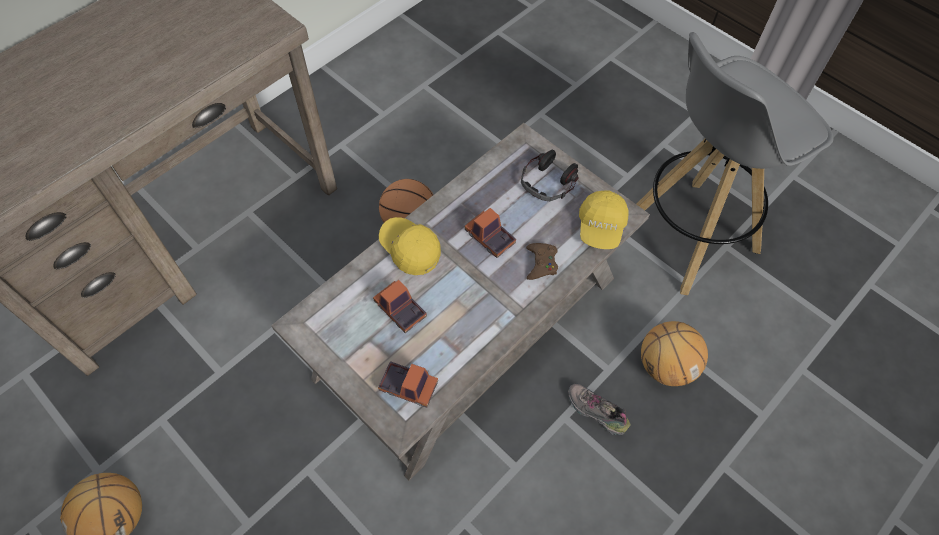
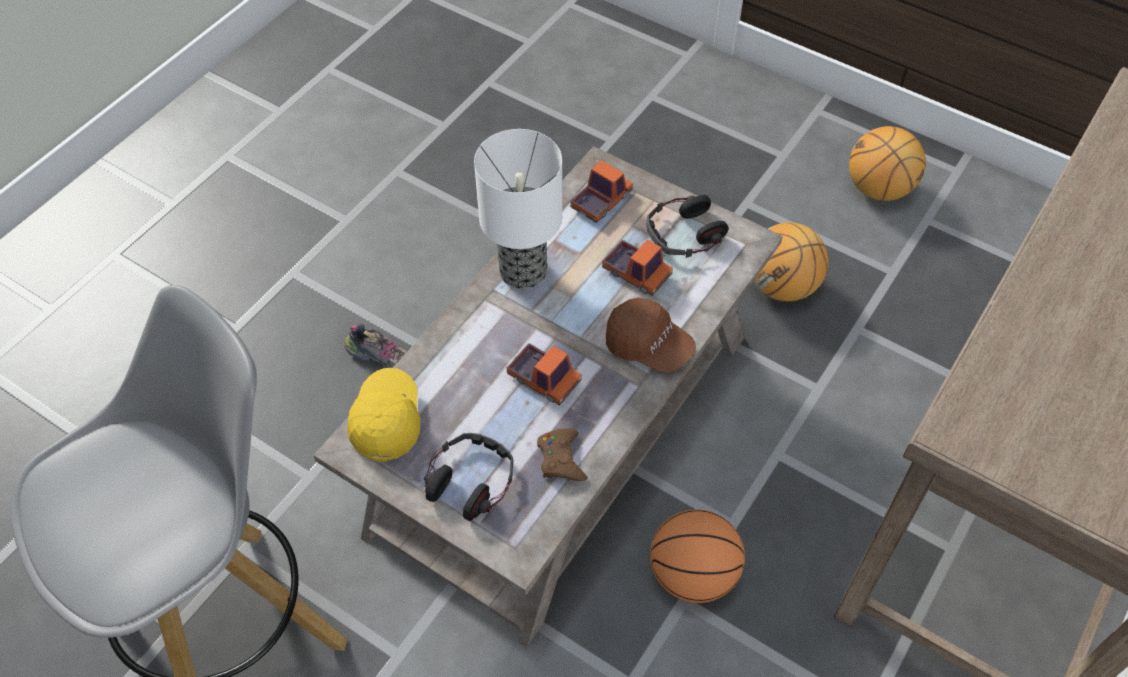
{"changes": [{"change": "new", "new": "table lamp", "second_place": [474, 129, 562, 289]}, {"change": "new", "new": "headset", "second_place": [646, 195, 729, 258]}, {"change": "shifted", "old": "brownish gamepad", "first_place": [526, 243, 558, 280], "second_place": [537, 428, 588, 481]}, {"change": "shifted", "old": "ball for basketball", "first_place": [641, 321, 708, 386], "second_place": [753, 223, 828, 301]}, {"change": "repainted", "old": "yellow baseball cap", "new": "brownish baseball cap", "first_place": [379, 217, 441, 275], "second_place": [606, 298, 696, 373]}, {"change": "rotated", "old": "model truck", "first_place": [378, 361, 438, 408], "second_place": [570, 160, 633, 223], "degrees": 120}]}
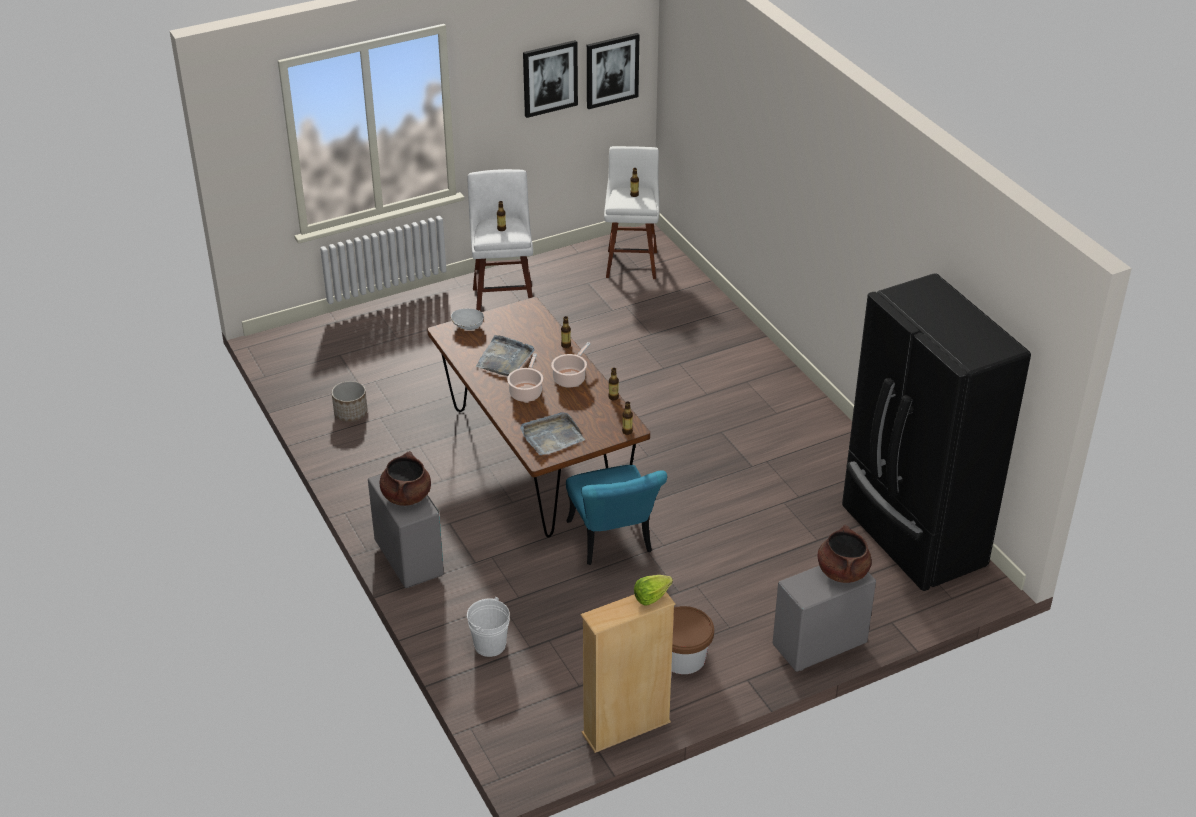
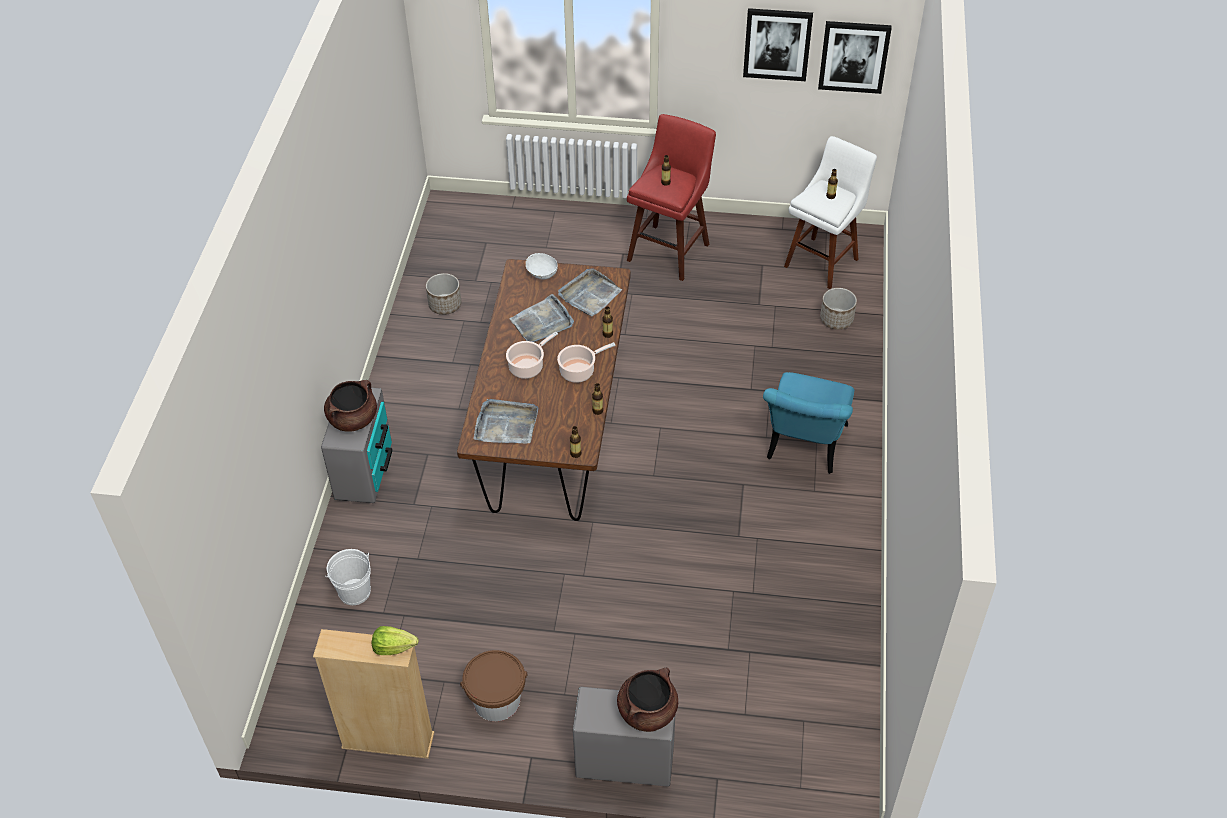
{"changes": [{"change": "gone", "old": "black kitchen fridge", "first_place": [842, 273, 1031, 591]}, {"change": "new", "new": "grey serving tray", "second_place": [558, 268, 622, 316]}, {"change": "new", "new": "flower pot", "second_place": [820, 288, 857, 330]}, {"change": "shifted", "old": "blue-green plain chair", "first_place": [566, 465, 667, 565], "second_place": [763, 372, 854, 474]}, {"change": "repainted", "old": "whitish stool seat", "new": "red-coloured stool seat", "first_place": [467, 169, 533, 311], "second_place": [627, 114, 716, 281]}]}
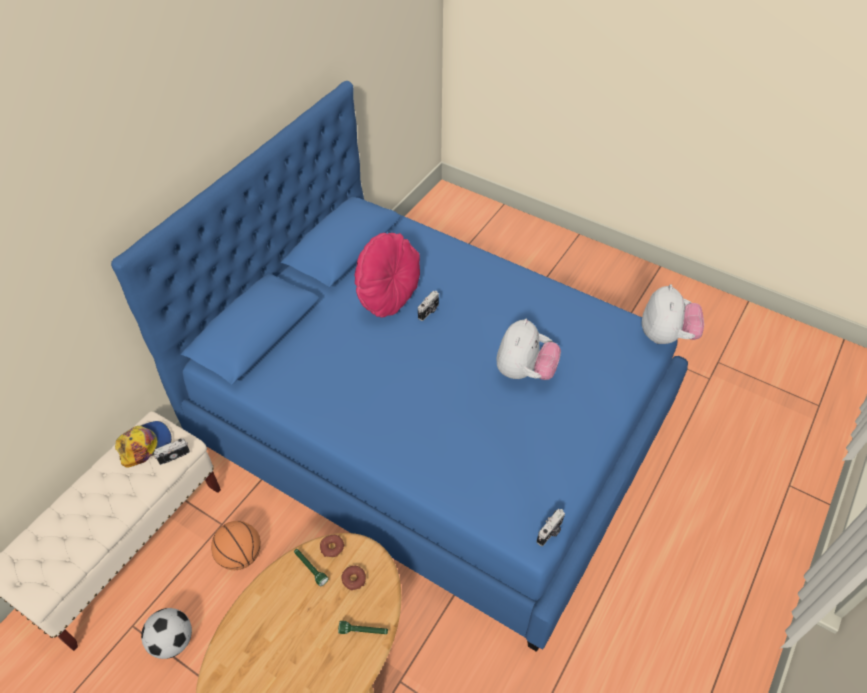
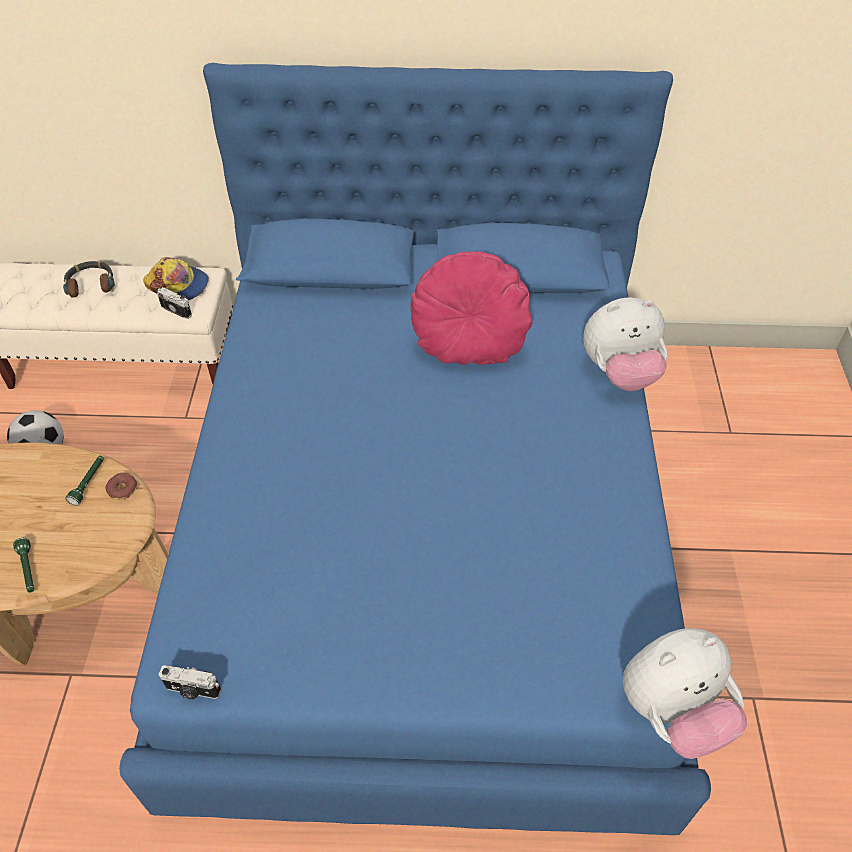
{"changes": [{"change": "gone", "old": "ball for basketball", "first_place": [211, 521, 261, 570]}, {"change": "gone", "old": "doughnut", "first_place": [341, 566, 366, 590]}, {"change": "gone", "old": "photo camera", "first_place": [418, 291, 439, 321]}, {"change": "new", "new": "headset", "second_place": [63, 261, 115, 298]}, {"change": "shifted", "old": "soft toy", "first_place": [496, 319, 561, 380], "second_place": [583, 298, 668, 391]}]}
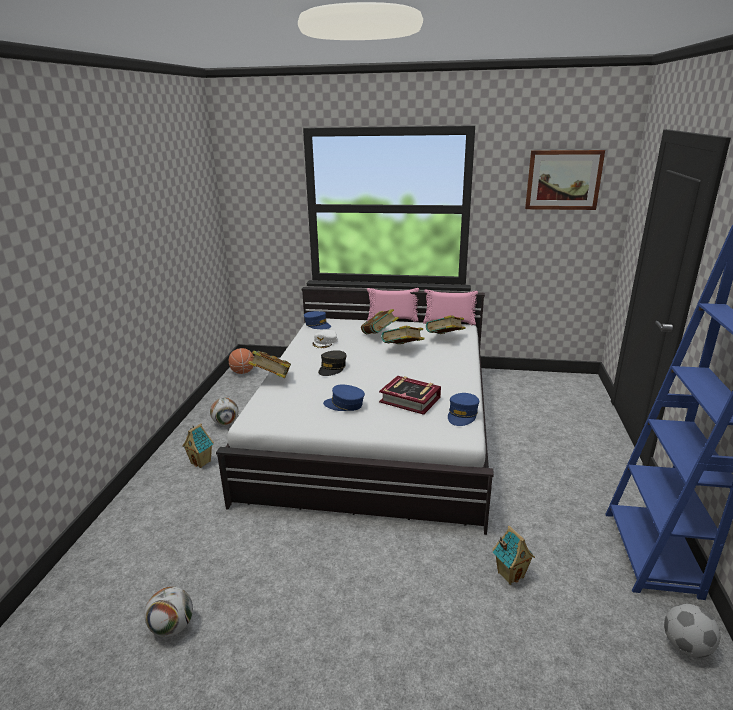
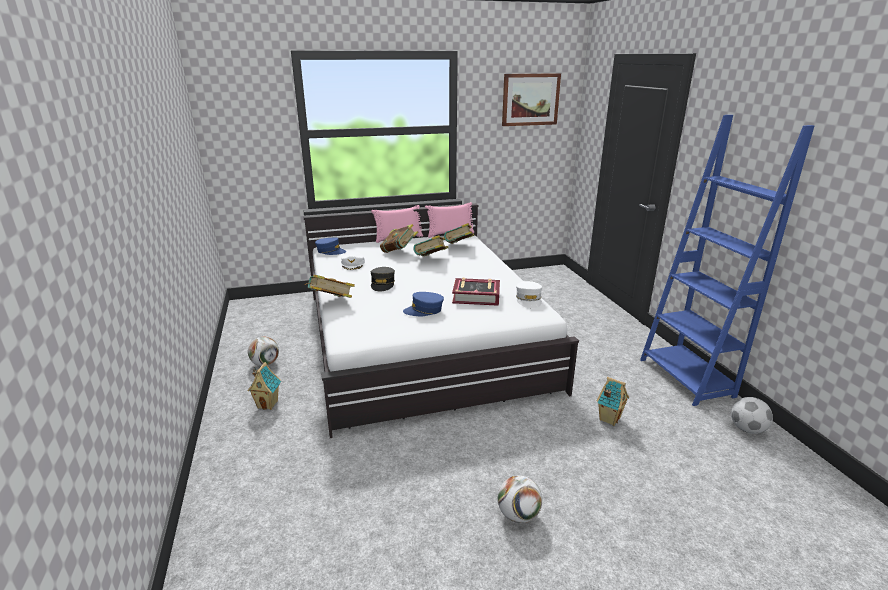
{"changes": [{"change": "gone", "old": "ball for basketball", "first_place": [229, 348, 254, 374]}, {"change": "shifted", "old": "football", "first_place": [144, 587, 193, 637], "second_place": [498, 475, 542, 523]}, {"change": "repainted", "old": "bluish baseball cap", "new": "whitish baseball cap", "first_place": [448, 393, 479, 426], "second_place": [516, 281, 542, 308]}]}
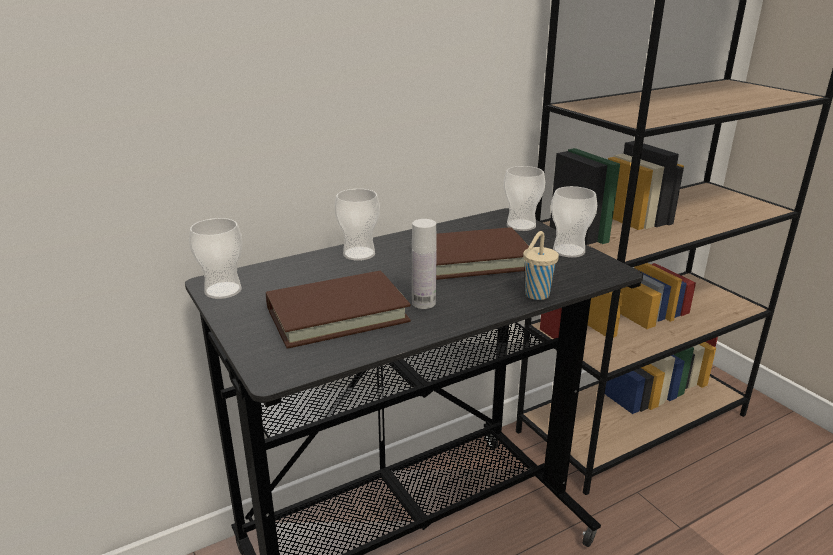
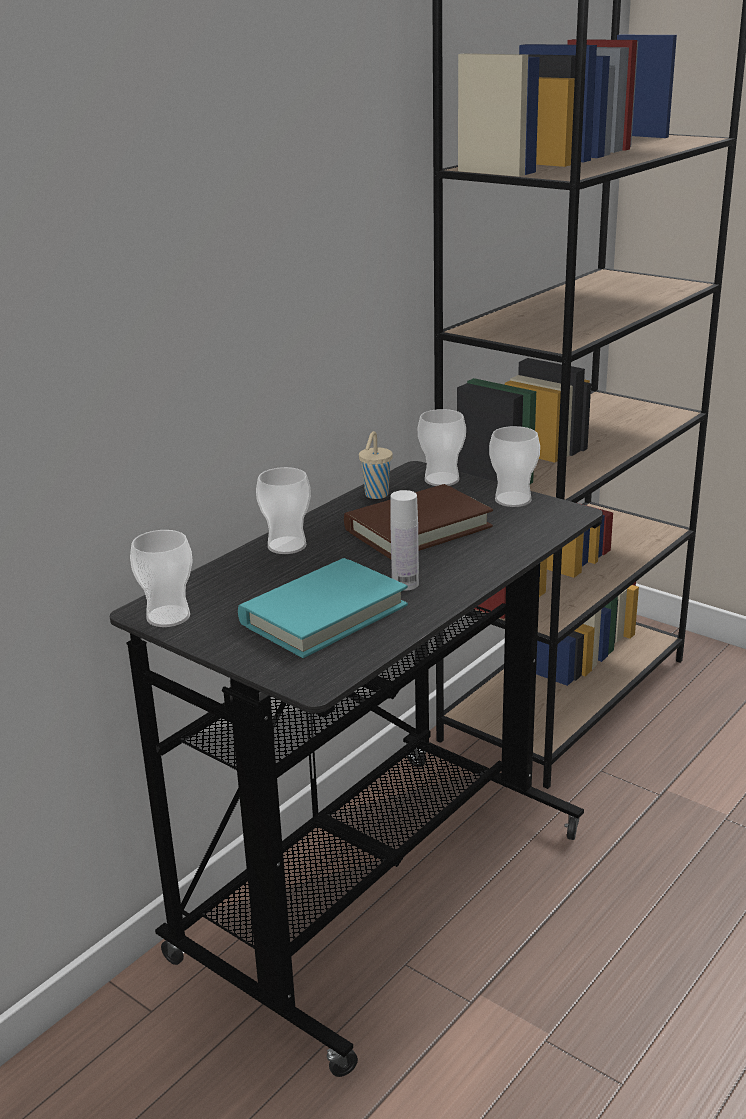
{"changes": [{"change": "shifted", "old": "beige drinking cup", "first_place": [523, 231, 559, 300], "second_place": [359, 431, 393, 499]}, {"change": "repainted", "old": "brownish book", "new": "blue-green book", "first_place": [266, 271, 411, 349], "second_place": [238, 558, 408, 658]}]}
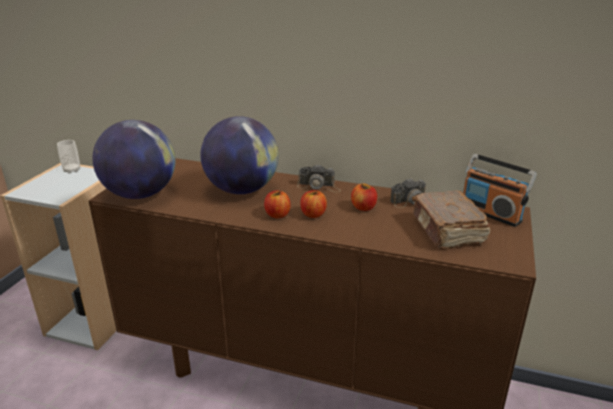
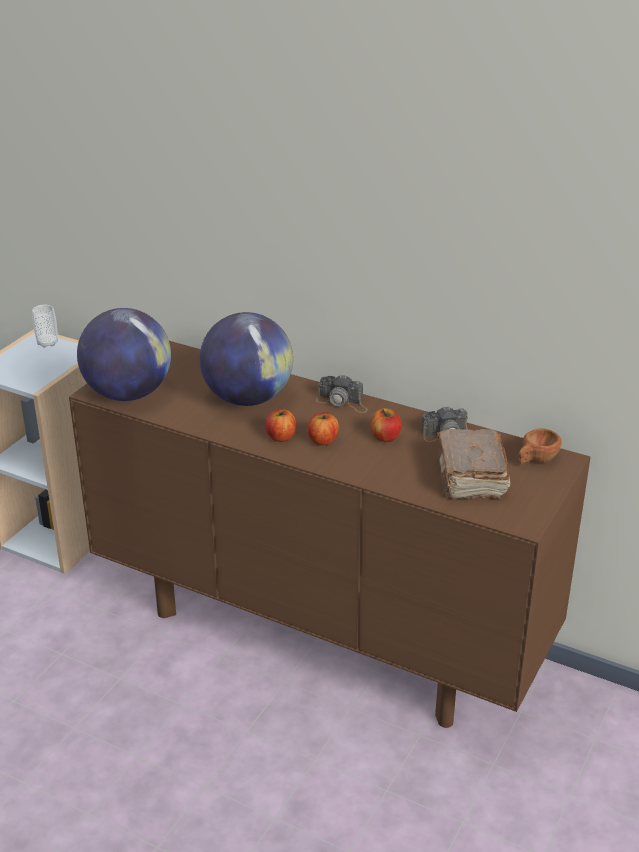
{"changes": [{"change": "swapped", "old": "radio receiver", "new": "brownish drinking cup", "first_place": [463, 154, 537, 227], "second_place": [519, 428, 562, 464]}]}
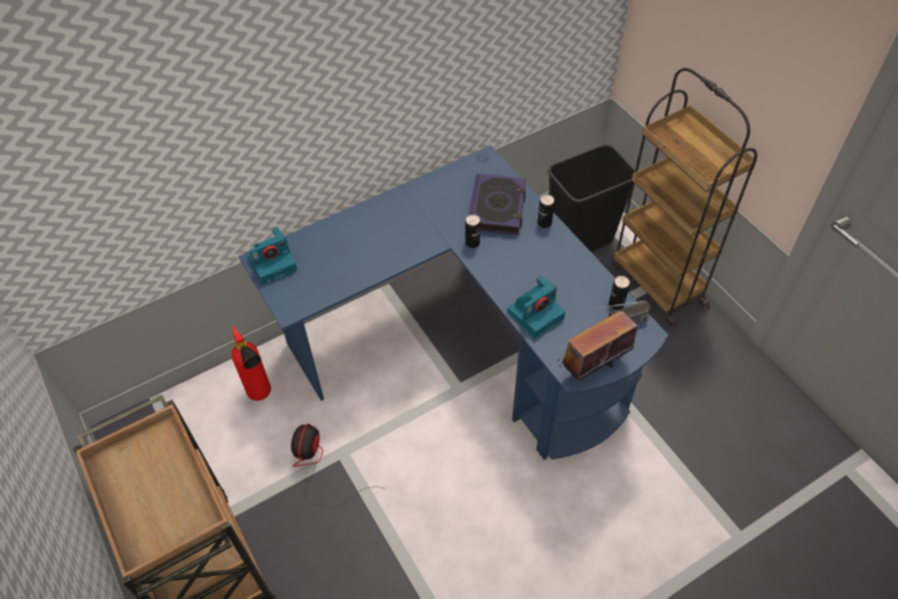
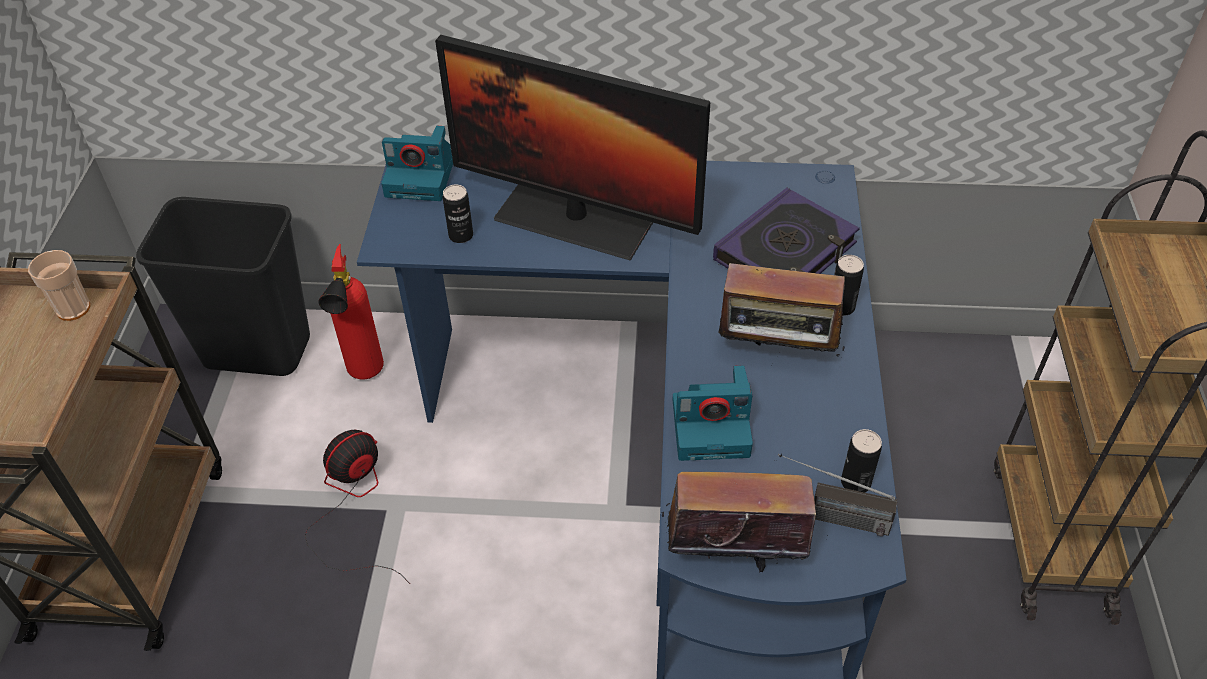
{"changes": [{"change": "new", "new": "drinking cup", "second_place": [28, 250, 90, 321]}, {"change": "new", "new": "computer screen", "second_place": [435, 35, 710, 260]}, {"change": "new", "new": "radio receiver", "second_place": [718, 252, 845, 366]}, {"change": "shifted", "old": "metal can", "first_place": [465, 215, 480, 248], "second_place": [443, 184, 473, 243]}, {"change": "shifted", "old": "black waste bin", "first_place": [548, 144, 635, 252], "second_place": [136, 197, 310, 376]}]}
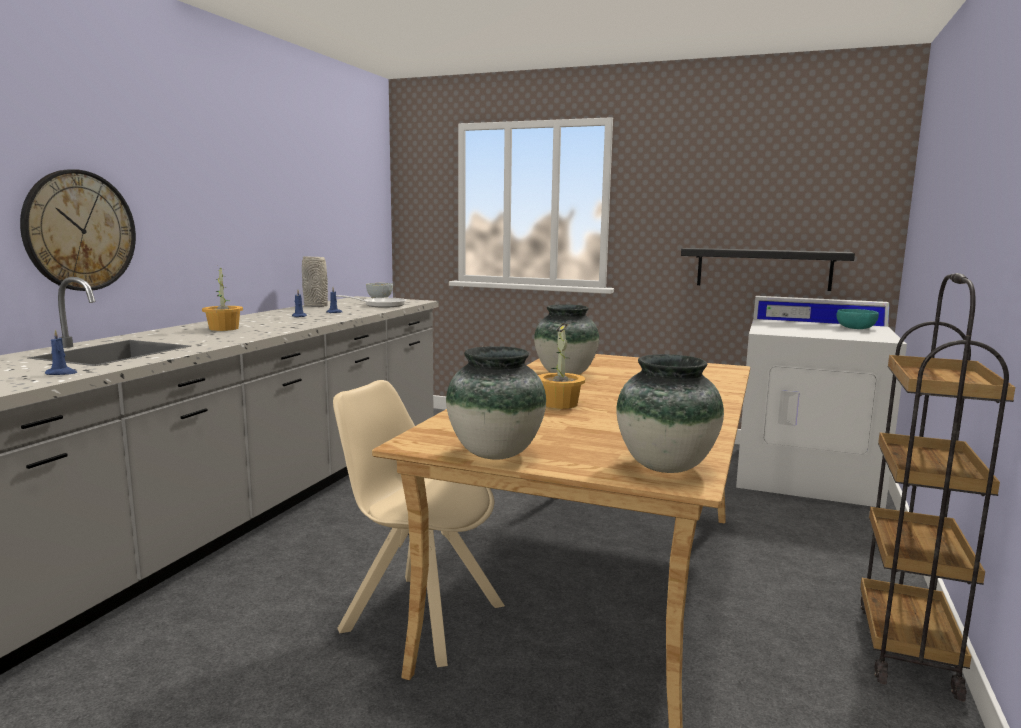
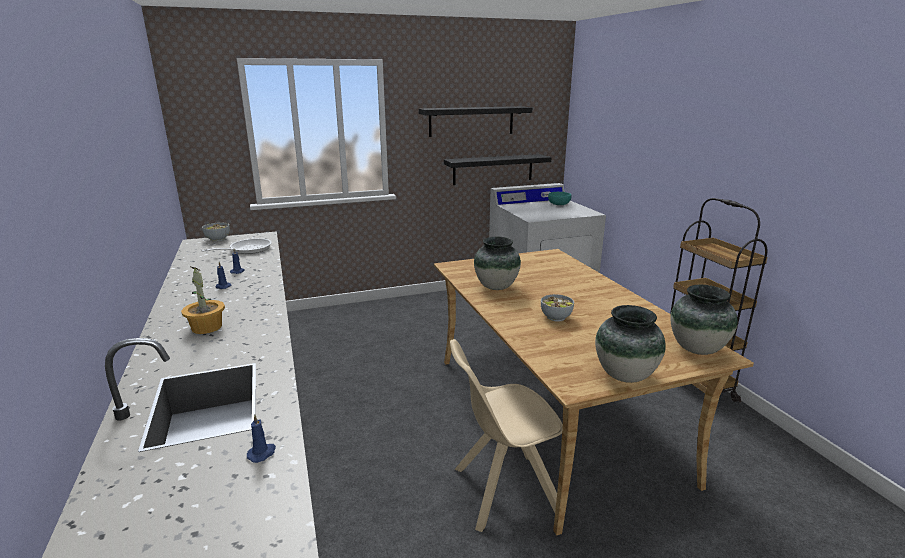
{"changes": [{"change": "gone", "old": "wall clock", "first_place": [20, 170, 136, 291]}, {"change": "gone", "old": "grey vase", "first_place": [302, 256, 328, 307]}, {"change": "new", "new": "black wall shelf", "second_place": [419, 106, 532, 137]}, {"change": "swapped", "old": "plant in a pot", "new": "bowl", "first_place": [538, 323, 585, 409], "second_place": [541, 294, 574, 322]}]}
